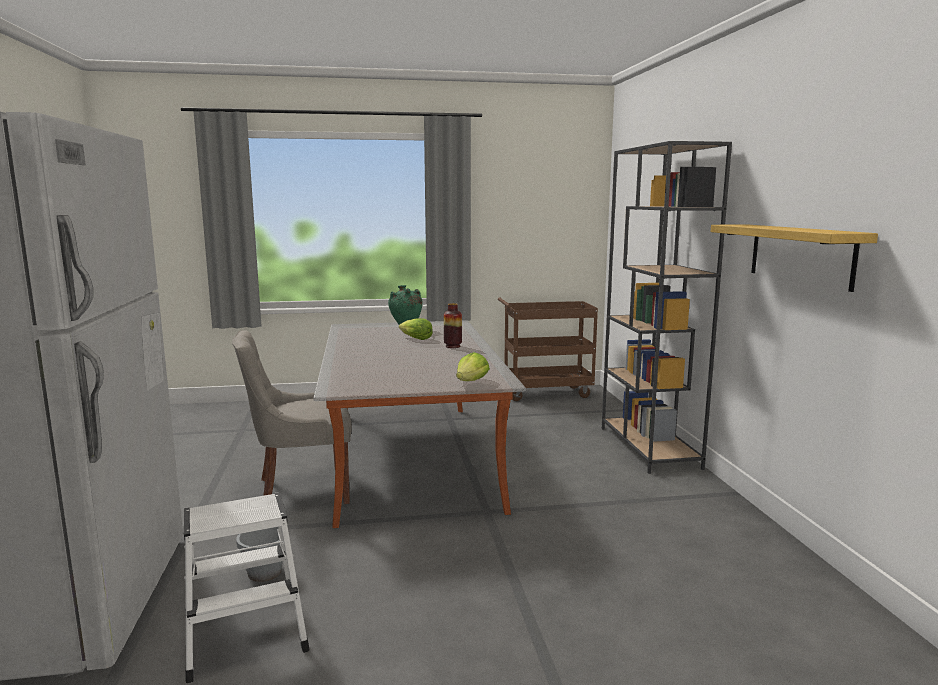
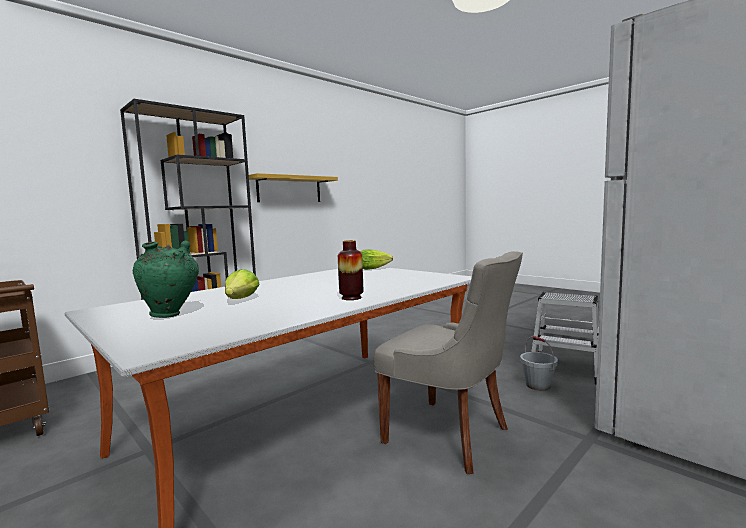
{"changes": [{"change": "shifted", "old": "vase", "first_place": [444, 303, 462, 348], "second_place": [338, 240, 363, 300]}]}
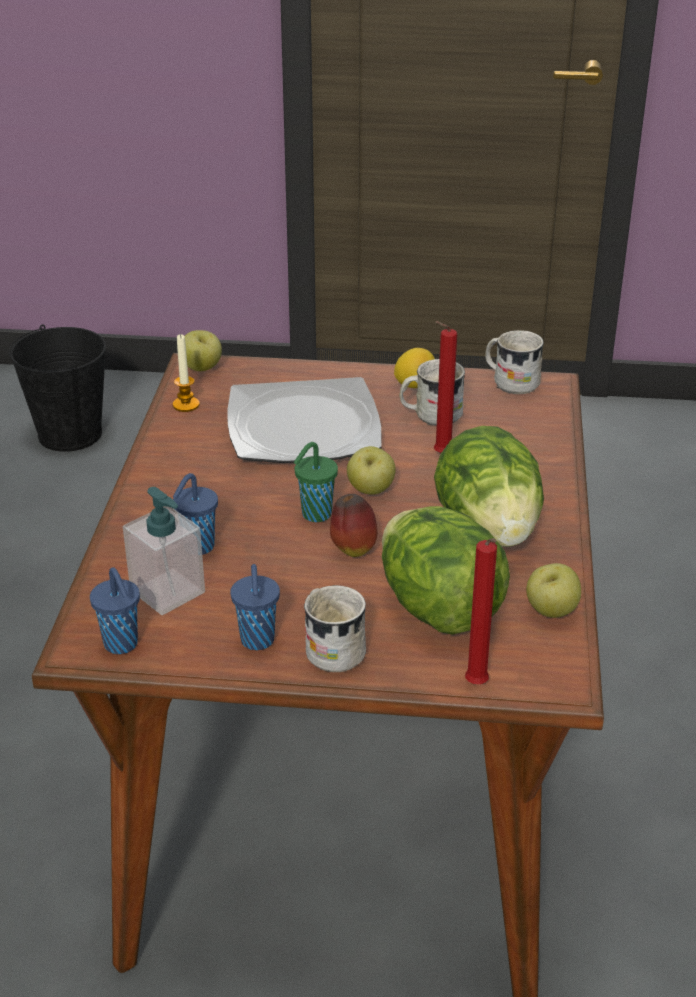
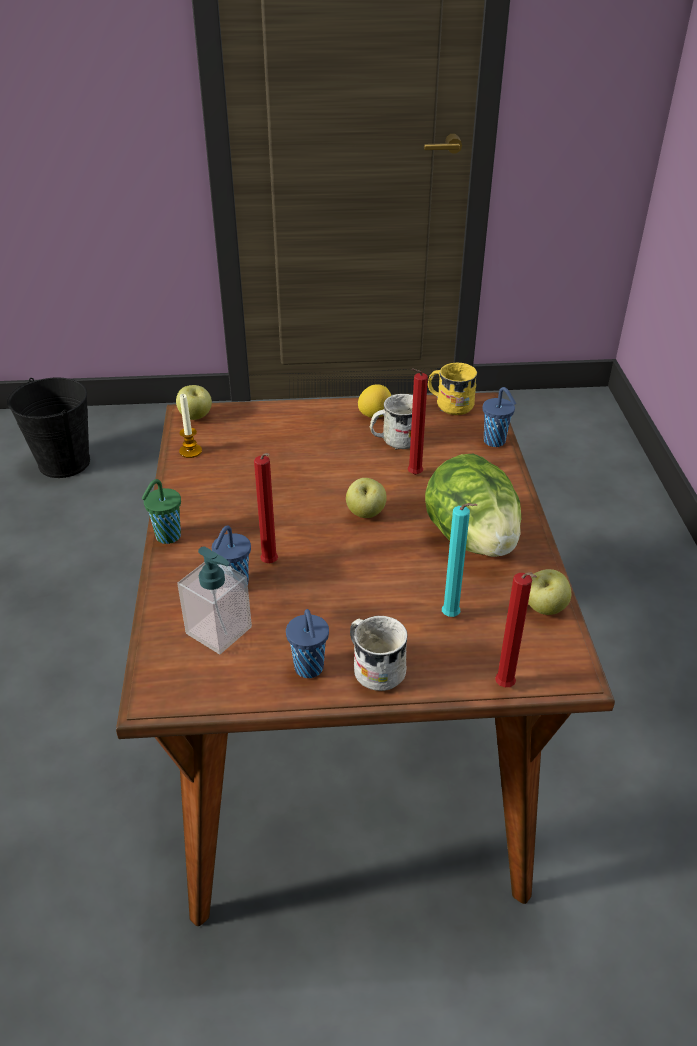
{"changes": [{"change": "gone", "old": "dinner plate", "first_place": [227, 377, 382, 463]}, {"change": "gone", "old": "whole apple", "first_place": [330, 494, 377, 557]}, {"change": "new", "new": "red-coloured candle", "second_place": [254, 453, 278, 563]}, {"change": "shifted", "old": "bluish drinking cup", "first_place": [90, 567, 140, 654], "second_place": [483, 387, 516, 447]}, {"change": "shifted", "old": "greenish drinking cup", "first_place": [294, 442, 338, 522], "second_place": [142, 479, 181, 544]}, {"change": "swapped", "old": "lettuce head", "new": "blue-green candle", "first_place": [382, 506, 510, 635], "second_place": [442, 503, 477, 617]}, {"change": "repainted", "old": "whitish tea mug", "new": "yellow tea mug", "first_place": [485, 330, 544, 394], "second_place": [428, 363, 477, 415]}]}
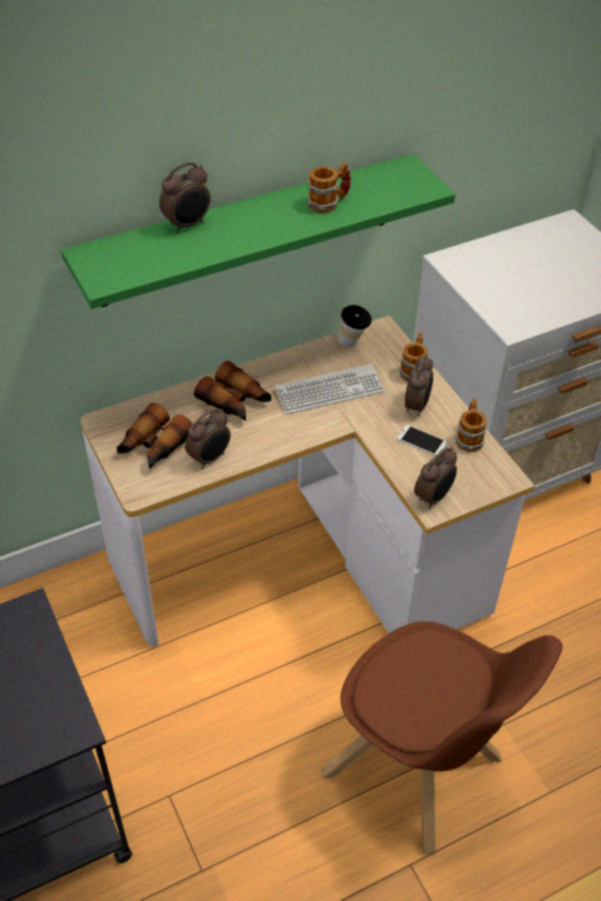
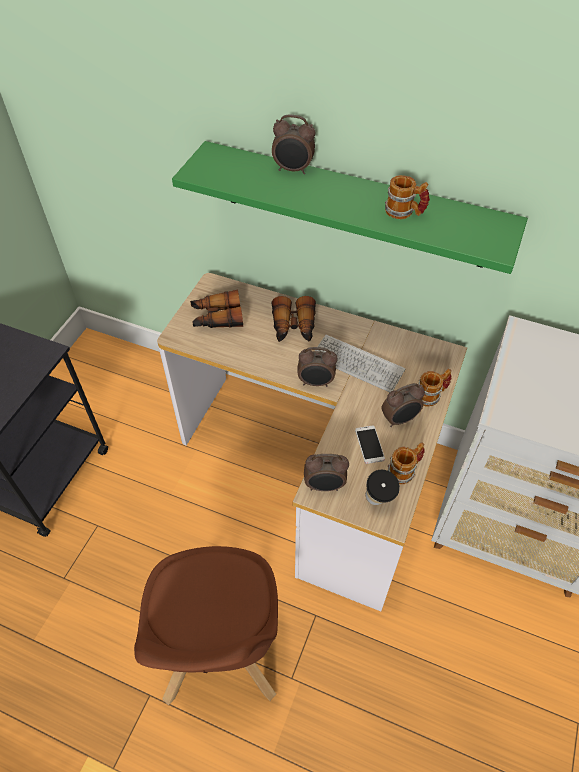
{"changes": [{"change": "shifted", "old": "table clock", "first_place": [185, 409, 231, 469], "second_place": [297, 347, 337, 387]}, {"change": "shifted", "old": "drinking cup", "first_place": [338, 305, 372, 347], "second_place": [366, 470, 400, 505]}]}
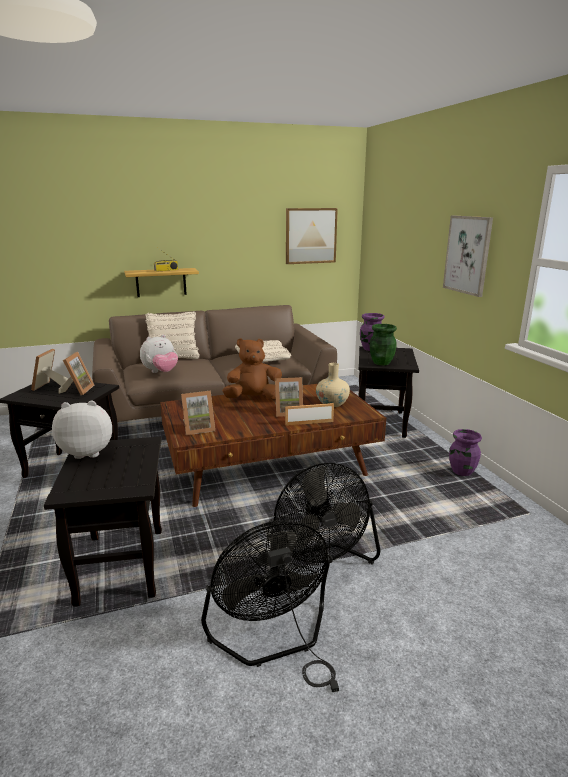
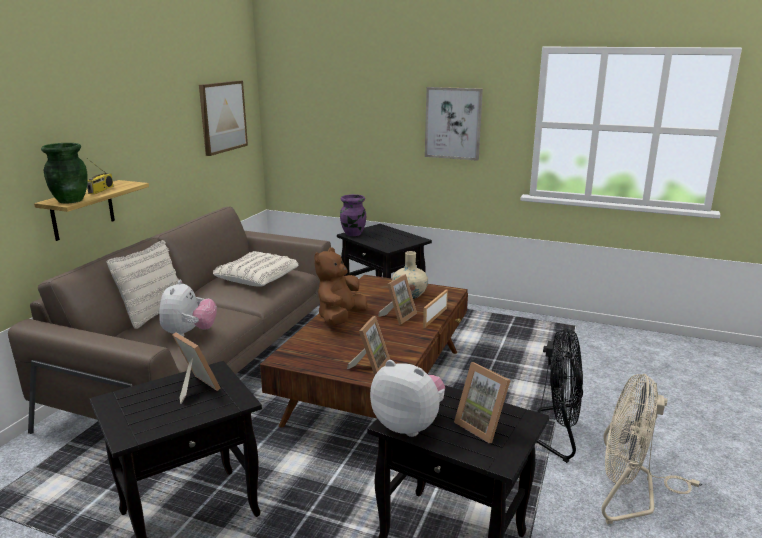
{"changes": [{"change": "gone", "old": "purple vase", "first_place": [449, 429, 482, 476]}, {"change": "shifted", "old": "picture frame", "first_place": [31, 349, 68, 391], "second_place": [454, 362, 510, 443]}, {"change": "shifted", "old": "greenish vase", "first_place": [370, 324, 397, 366], "second_place": [41, 143, 88, 203]}, {"change": "repainted", "old": "black electric fan", "new": "beige electric fan", "first_place": [201, 520, 339, 692], "second_place": [601, 374, 701, 524]}, {"change": "rotated", "old": "soft toy", "first_place": [52, 401, 112, 459], "second_place": [370, 360, 445, 437], "degrees": 90}]}
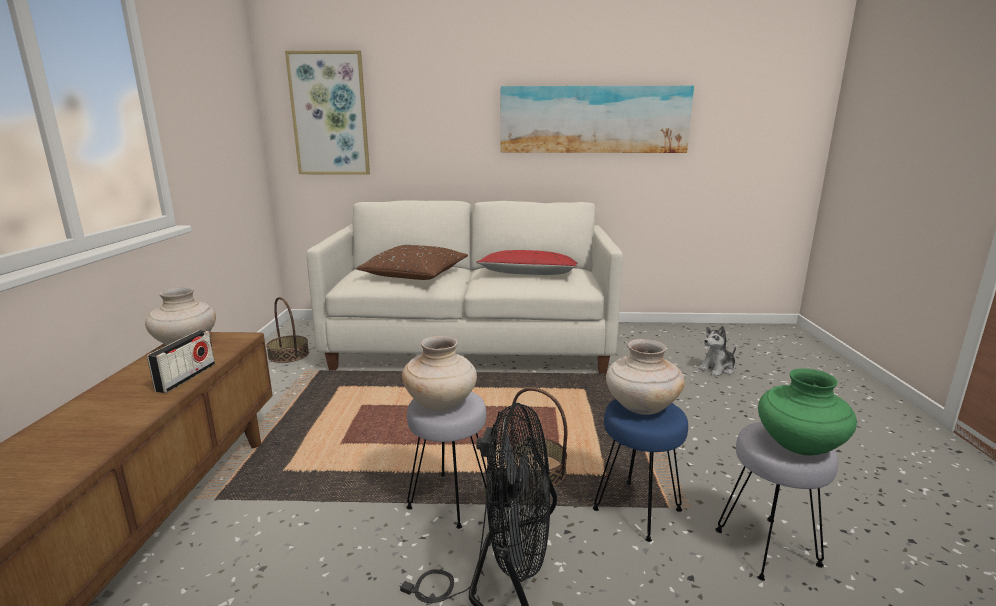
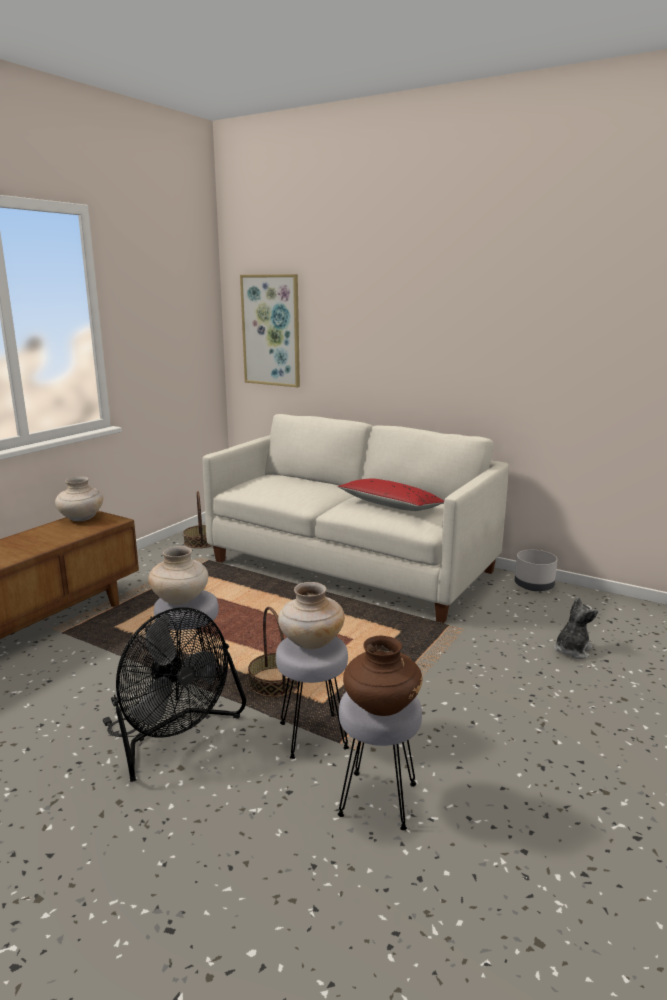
{"changes": [{"change": "gone", "old": "radio receiver", "first_place": [147, 330, 215, 393]}, {"change": "gone", "old": "brownish throw pillow", "first_place": [356, 245, 468, 280]}, {"change": "gone", "old": "wall picture", "first_place": [500, 86, 694, 153]}, {"change": "new", "new": "grey flower pot", "second_place": [515, 550, 557, 591]}, {"change": "repainted", "old": "bluish stool seat", "new": "grey stool seat", "first_place": [593, 399, 688, 542], "second_place": [276, 637, 349, 759]}, {"change": "repainted", "old": "greenish vase", "new": "brownish vase", "first_place": [758, 369, 857, 455], "second_place": [343, 635, 423, 716]}, {"change": "rotated", "old": "soft toy", "first_place": [698, 326, 736, 377], "second_place": [554, 597, 598, 659], "degrees": 135}]}
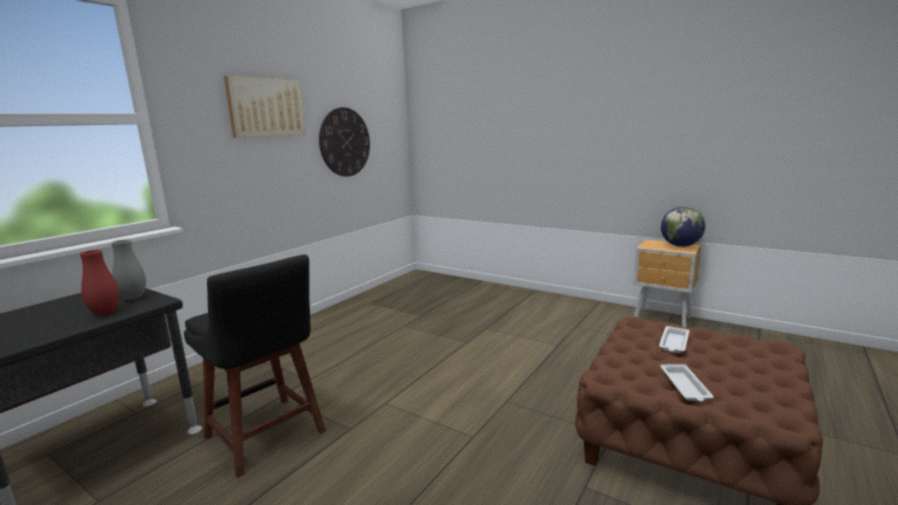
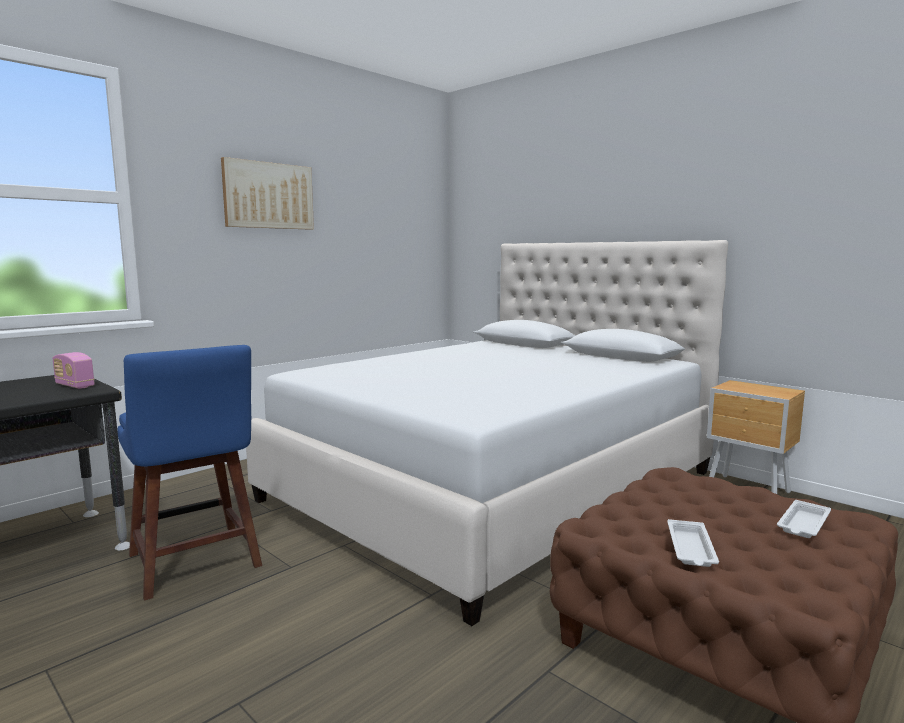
{"changes": [{"change": "gone", "old": "red-coloured vase", "first_place": [80, 250, 119, 316]}, {"change": "gone", "old": "wall clock", "first_place": [319, 107, 370, 177]}, {"change": "gone", "old": "globe", "first_place": [661, 207, 705, 247]}, {"change": "new", "new": "whitish sleeping bed", "second_place": [246, 240, 728, 626]}, {"change": "shifted", "old": "whitish serving tray", "first_place": [659, 326, 689, 353], "second_place": [777, 500, 831, 538]}, {"change": "swapped", "old": "grey vase", "new": "radio receiver", "first_place": [111, 239, 146, 300], "second_place": [52, 352, 95, 389]}, {"change": "repainted", "old": "black stool seat", "new": "bluish stool seat", "first_place": [184, 254, 326, 478], "second_place": [117, 345, 262, 601]}]}
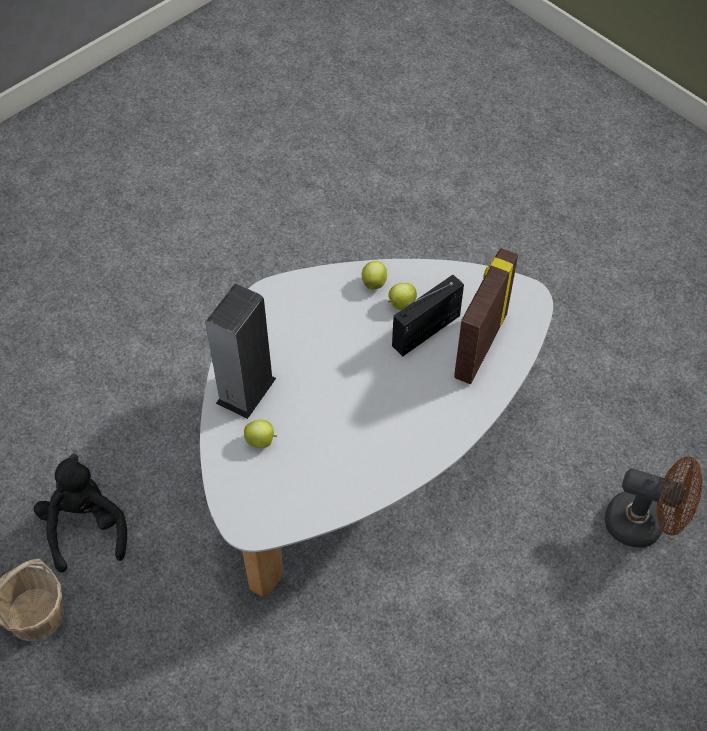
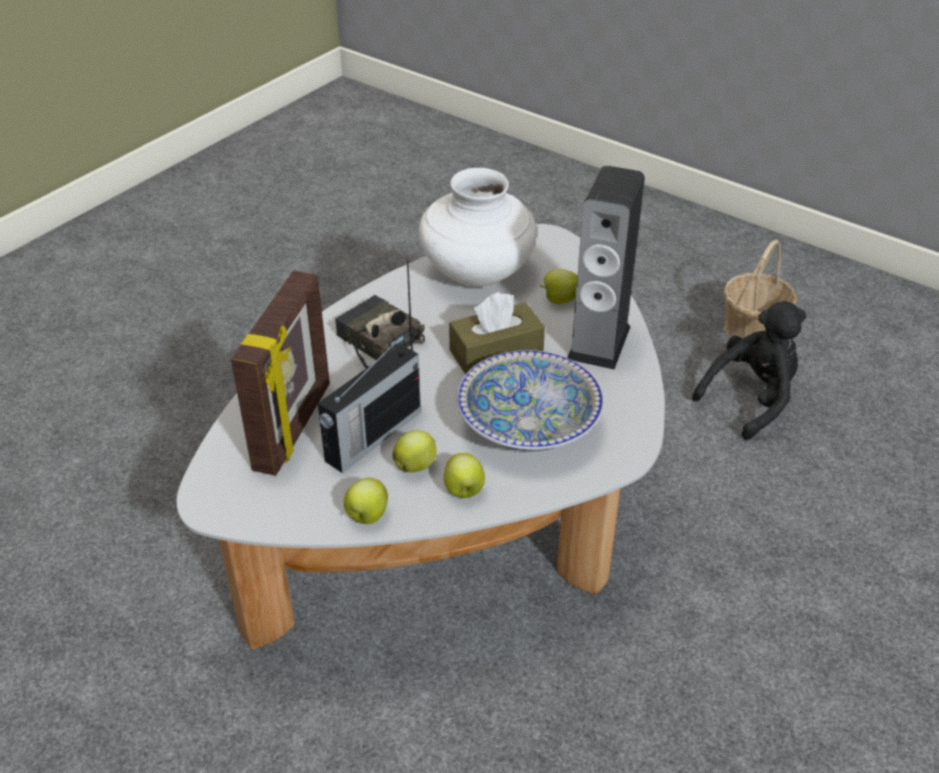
{"changes": [{"change": "gone", "old": "brownish electric fan", "first_place": [605, 456, 703, 548]}, {"change": "new", "new": "radio receiver", "second_place": [335, 261, 425, 368]}, {"change": "new", "new": "whole apple", "second_place": [344, 478, 388, 524]}, {"change": "new", "new": "whitish vase", "second_place": [419, 168, 537, 287]}, {"change": "new", "new": "brownish box of tissues", "second_place": [449, 292, 545, 374]}, {"change": "new", "new": "bowl", "second_place": [457, 350, 604, 452]}, {"change": "rotated", "old": "black soft toy", "first_place": [33, 454, 127, 573], "second_place": [692, 301, 807, 440], "degrees": -105}]}
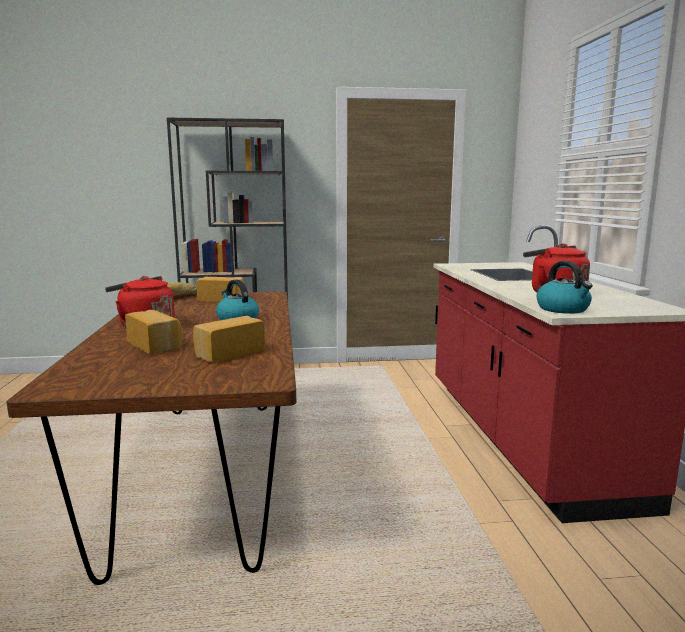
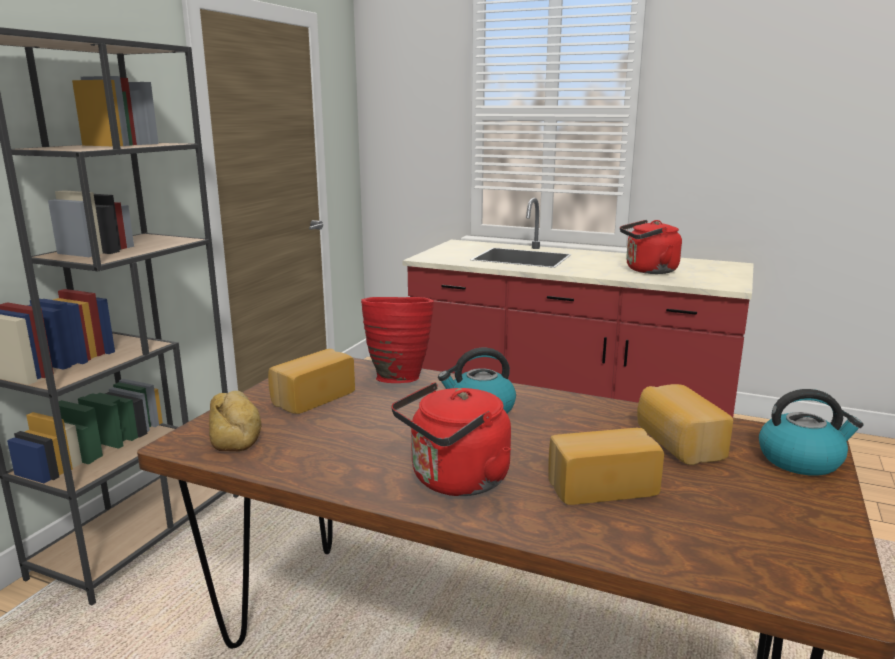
{"changes": [{"change": "new", "new": "red-coloured vase", "second_place": [361, 297, 434, 383]}, {"change": "shifted", "old": "water kettle", "first_place": [537, 261, 593, 314], "second_place": [759, 389, 864, 476]}]}
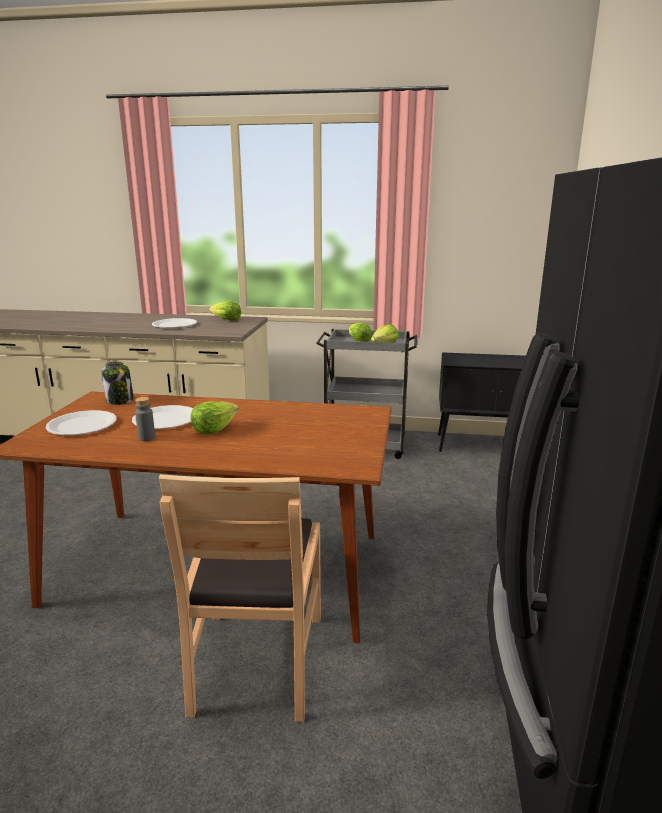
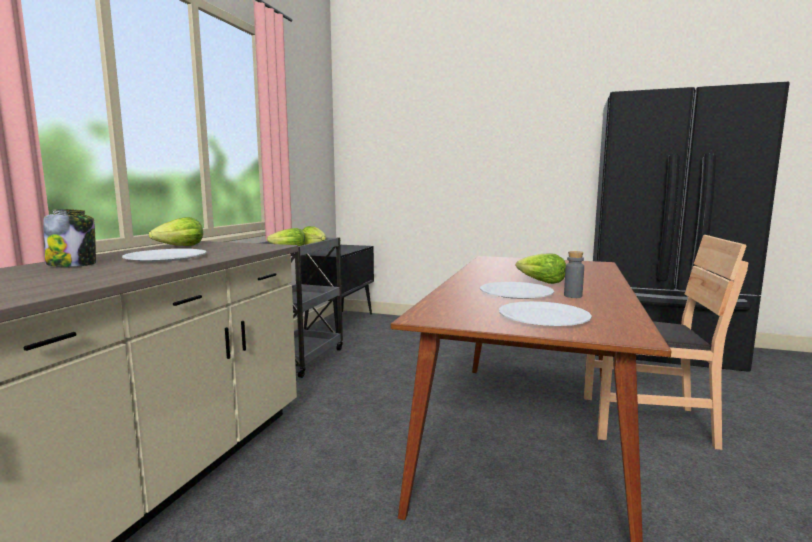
{"changes": [{"change": "shifted", "old": "preserve jar", "first_place": [101, 361, 134, 405], "second_place": [43, 209, 96, 267]}]}
